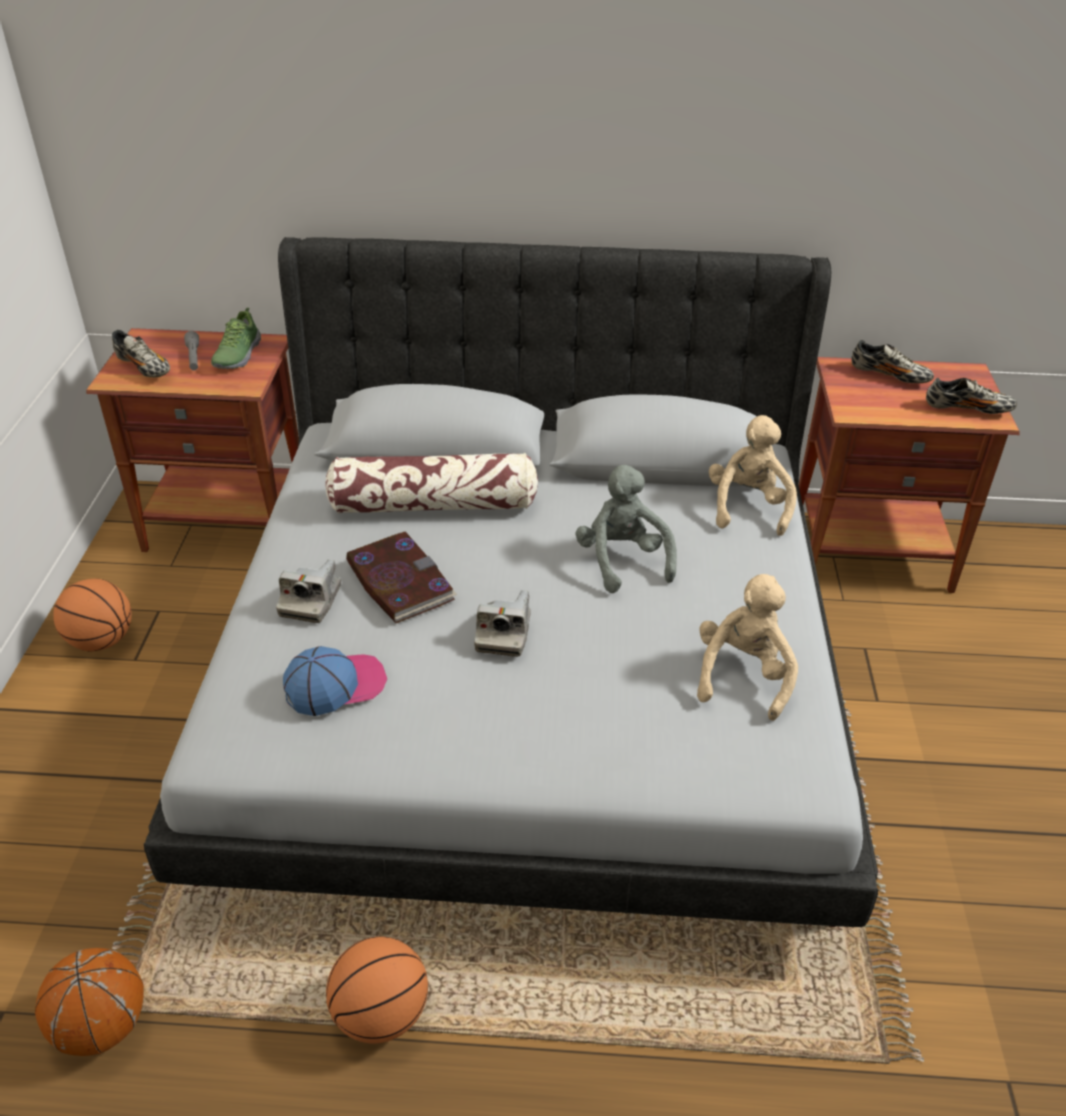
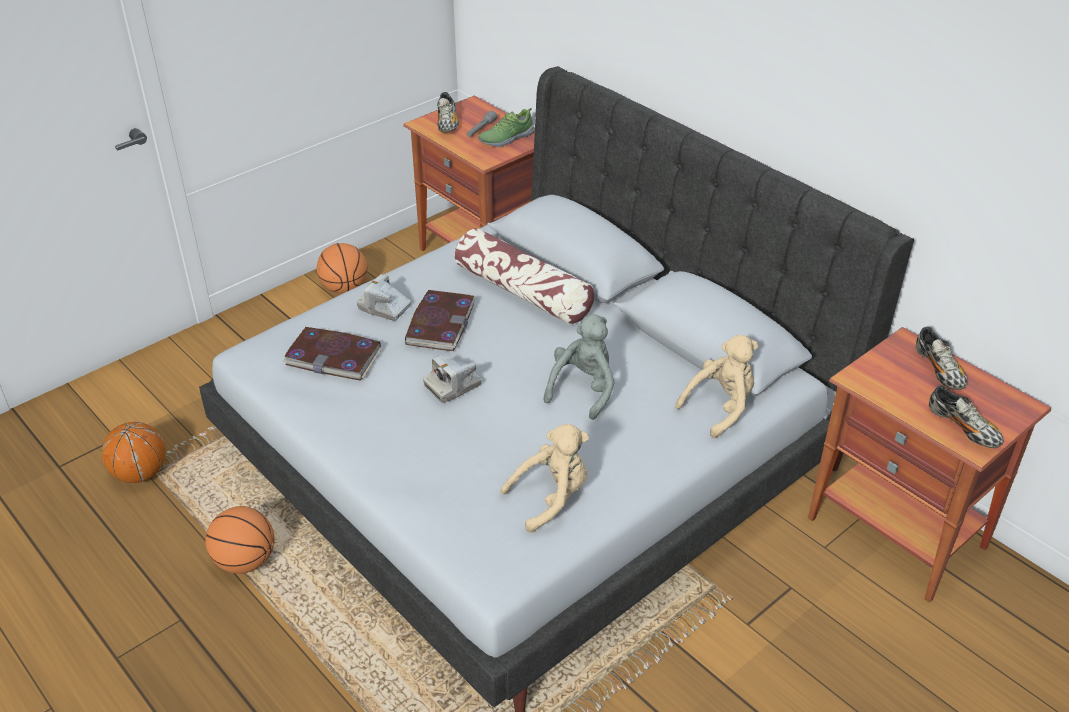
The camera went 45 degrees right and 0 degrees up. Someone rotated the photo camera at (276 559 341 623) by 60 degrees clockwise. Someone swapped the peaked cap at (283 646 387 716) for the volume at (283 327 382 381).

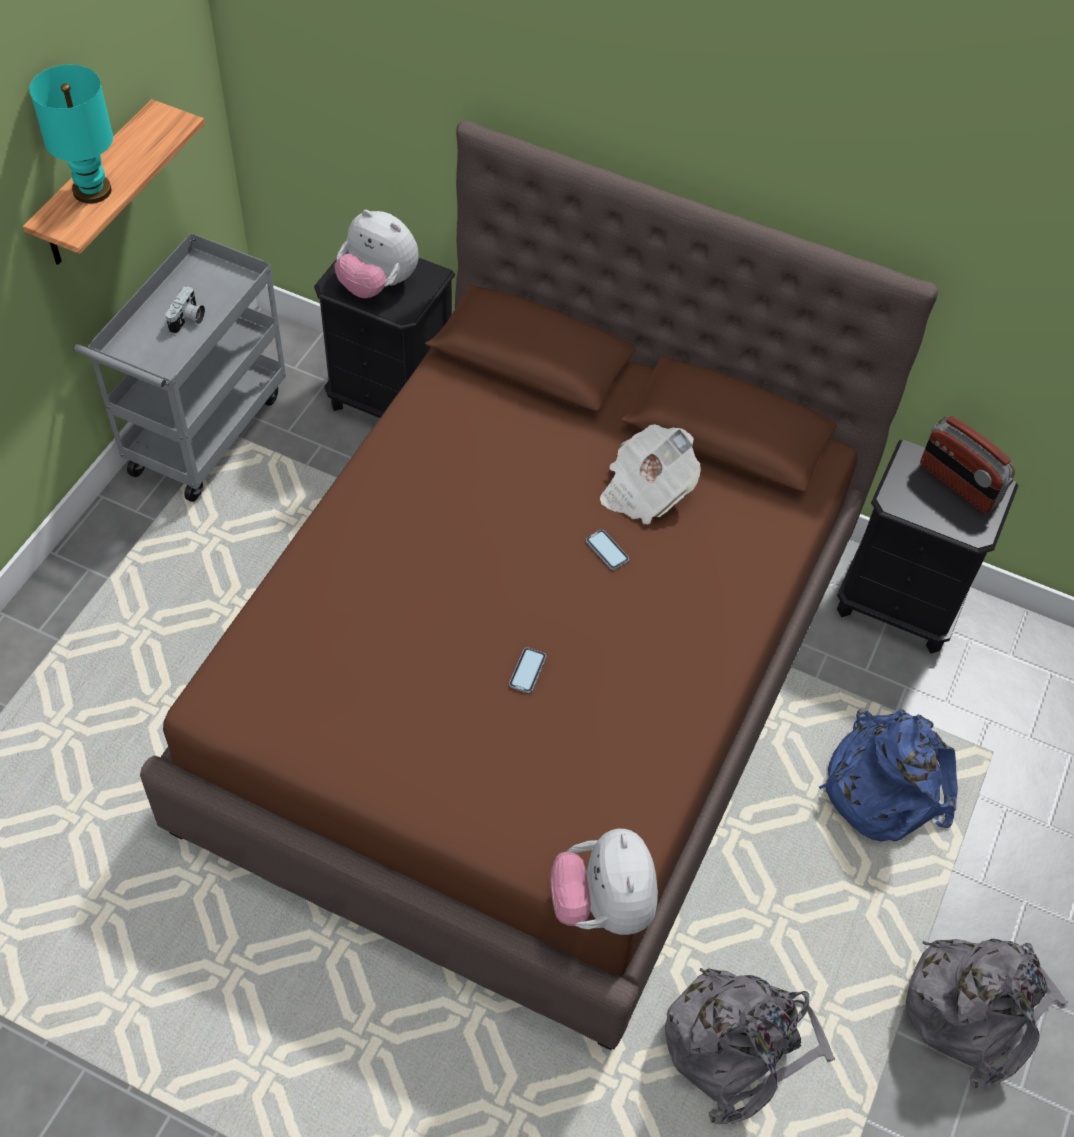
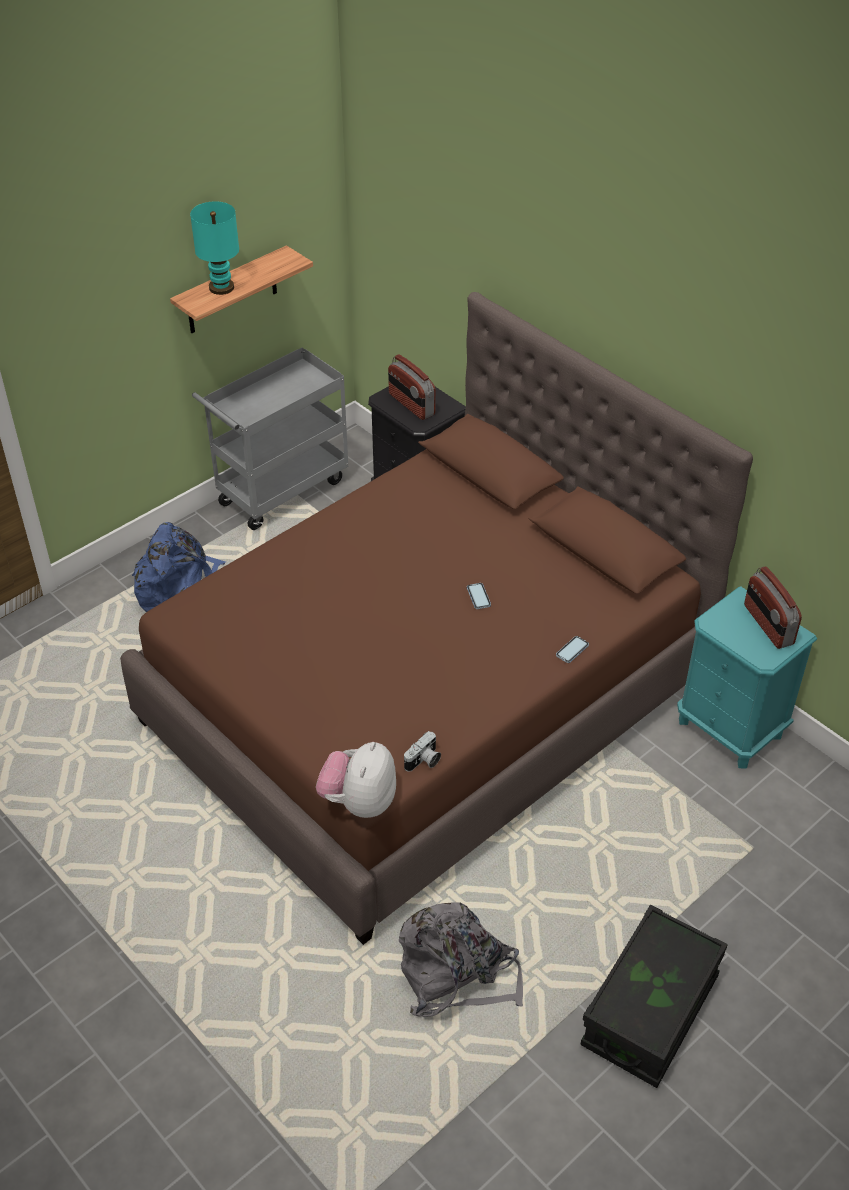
The camera went 25 degrees right and 10 degrees down. Someone carried the photo camera from (166 286 205 334) to (404 731 441 772). Someone swapped the cuddly toy at (335 210 418 298) for the radio receiver at (388 355 436 420). Someone carried the handset from (509 648 546 693) to (556 636 589 663). Someone took away the newspaper at (600 424 701 524). Someone carried the blue knapsack from (819 709 958 841) to (132 522 226 612). Someone repainted the blackish bedside table at (837 440 1018 654), which became the blue-green bedside table at (677 586 817 769). Someone swapped the greyish knapsack at (906 939 1068 1088) for the blackish storage box at (581 905 728 1088).

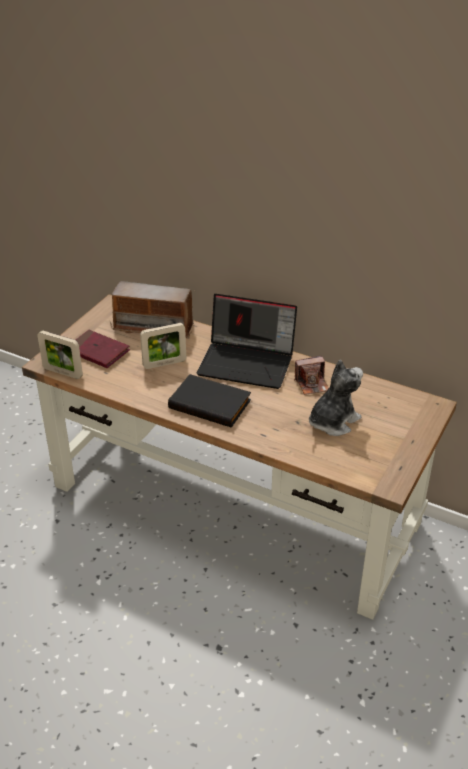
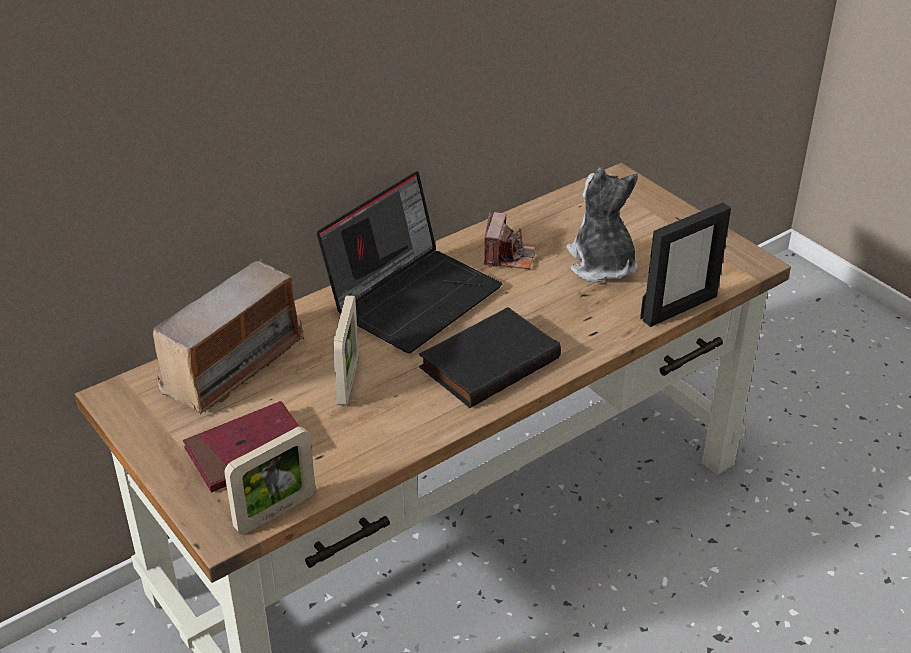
The camera went 65 degrees left and 0 degrees up. Someone put down the photo frame at (640 203 731 327).

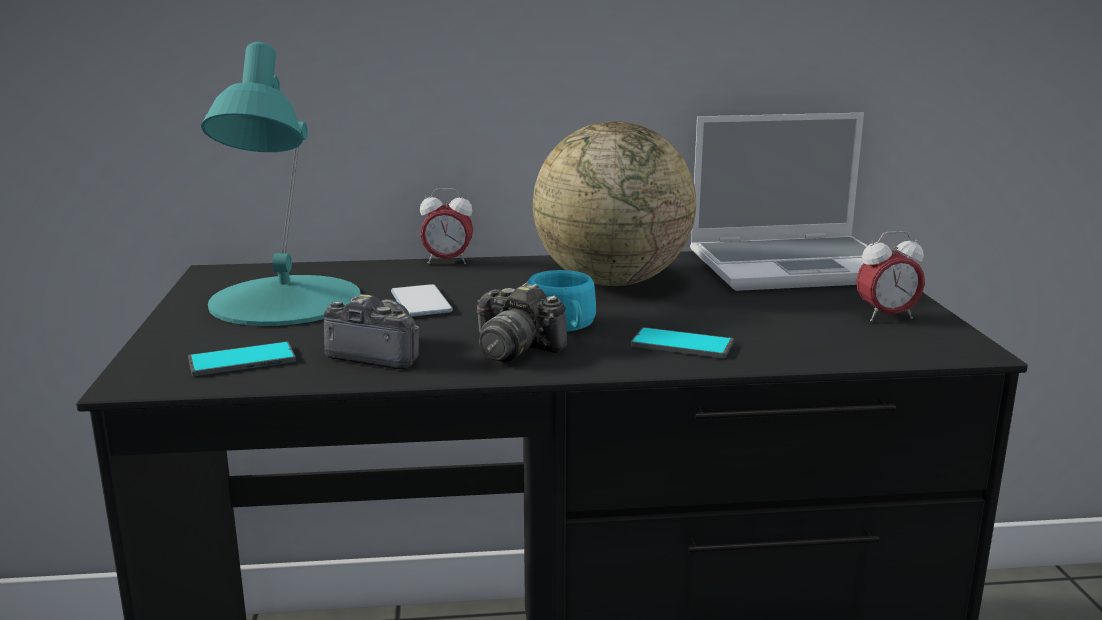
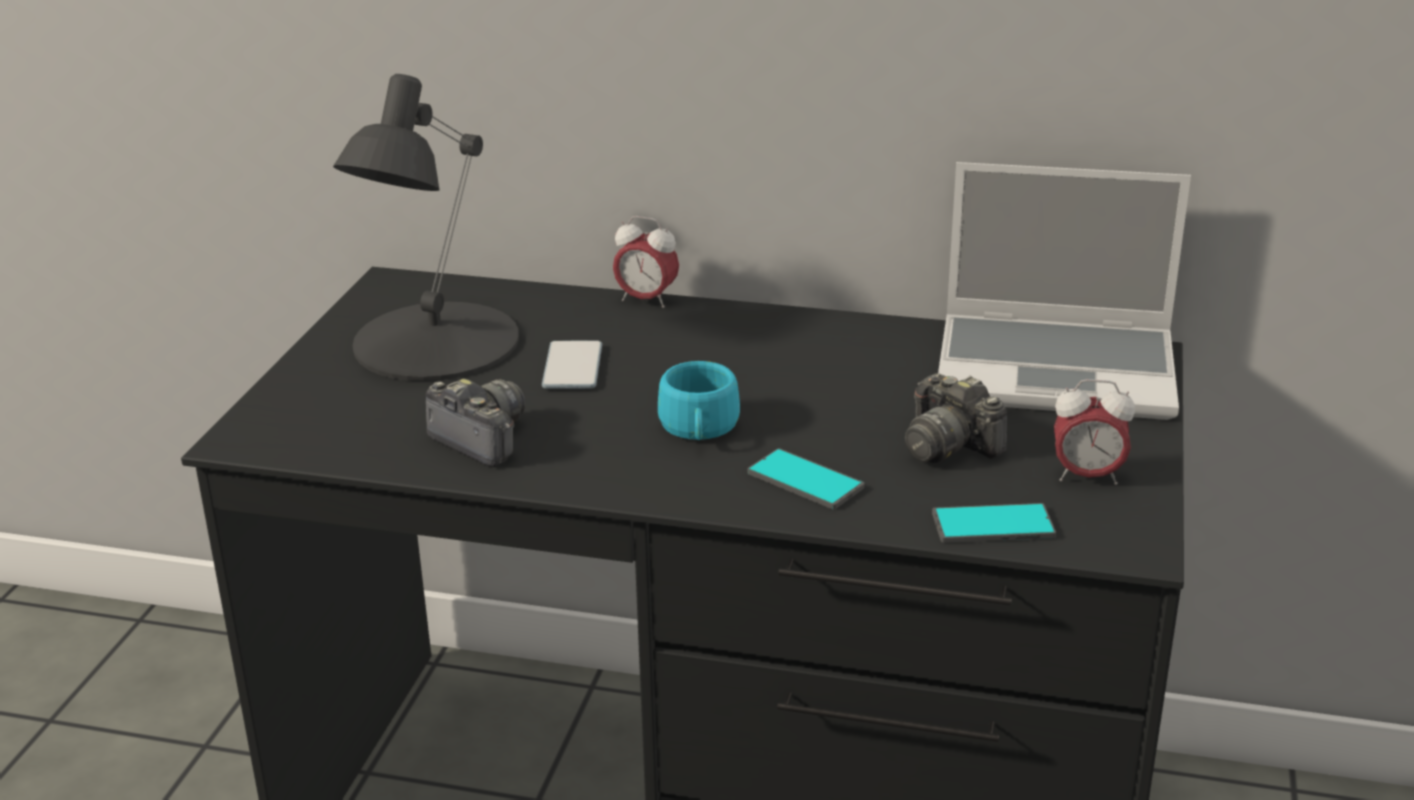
The camera went 20 degrees right and 10 degrees up. Someone carried the handset from (188 341 296 376) to (932 503 1056 543). Someone repainted the blue-green table lamp at (201 42 361 326), which became the blackish table lamp at (333 74 519 381). Someone carried the photo camera from (477 282 567 362) to (905 373 1007 463). Someone took away the world globe at (533 122 696 286).

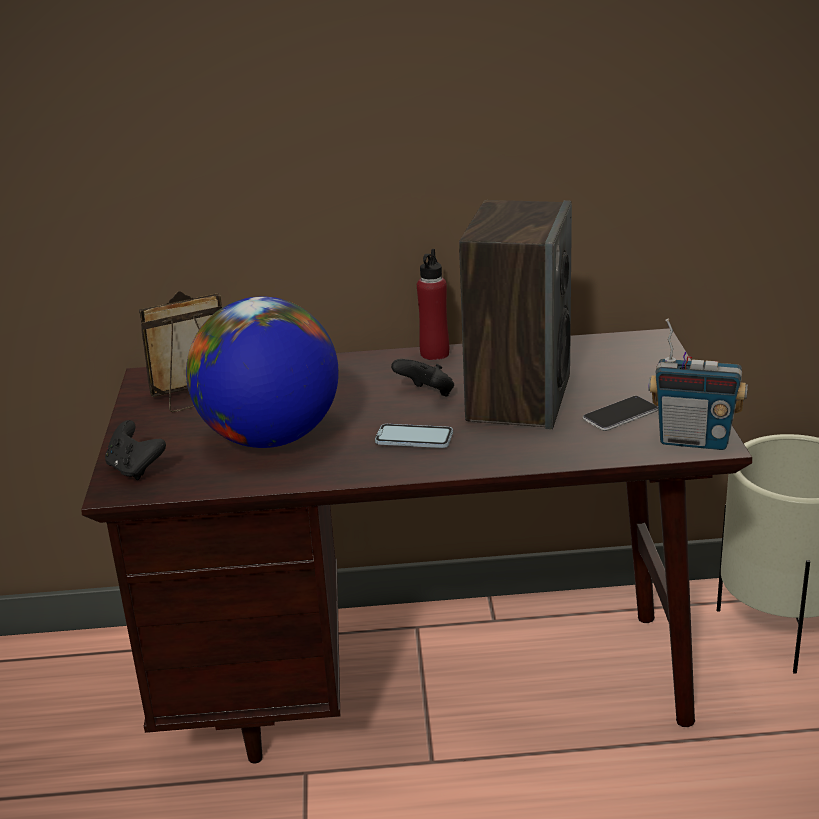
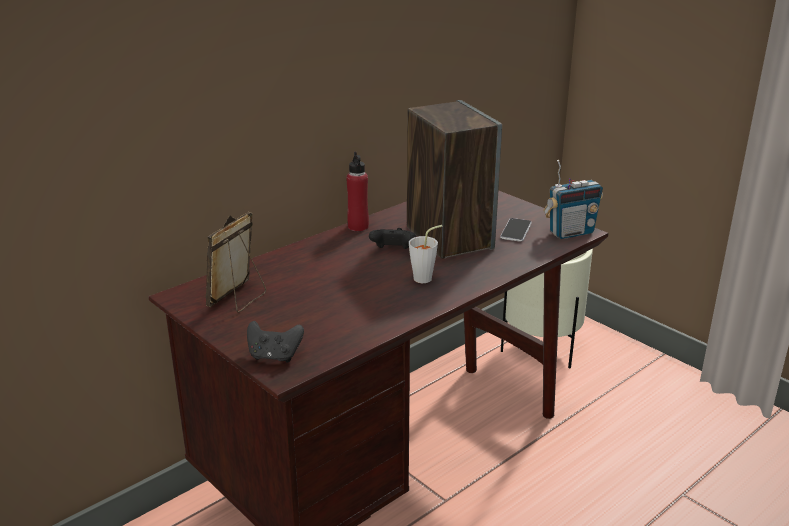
The camera went 40 degrees left and 0 degrees up. Someone took away the world globe at (186 296 339 448). Someone swapped the handset at (375 424 453 448) for the greyish drinking cup at (409 225 442 283).

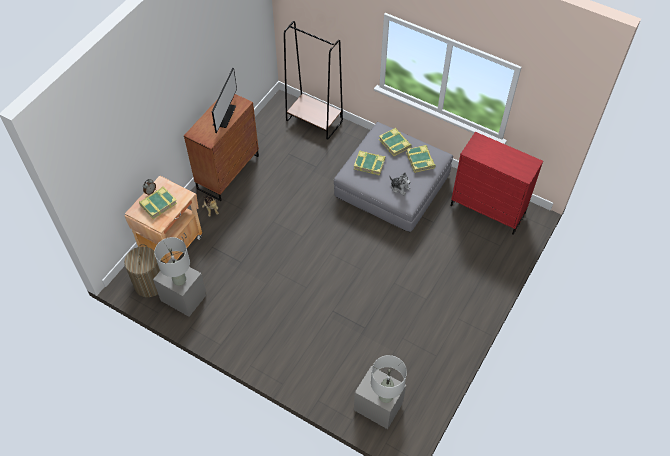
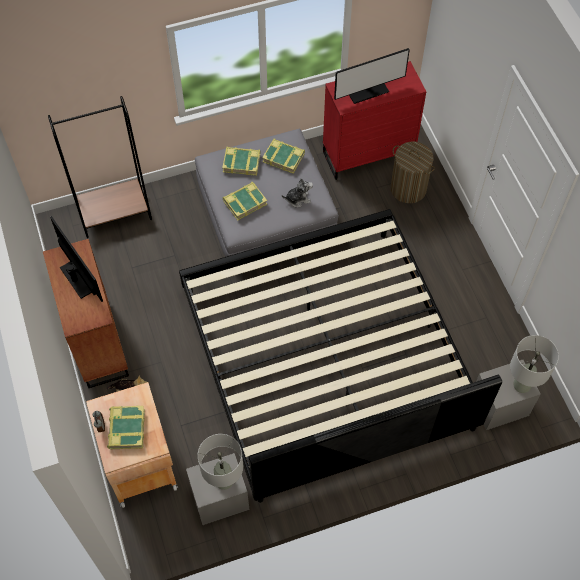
The camera went 50 degrees left and 5 degrees up. Someone carried the washing basket from (124 244 160 297) to (391 142 435 203). Someone put down the sleeping bed at (179 209 502 503). Someone put down the monitor at (334 48 410 104).

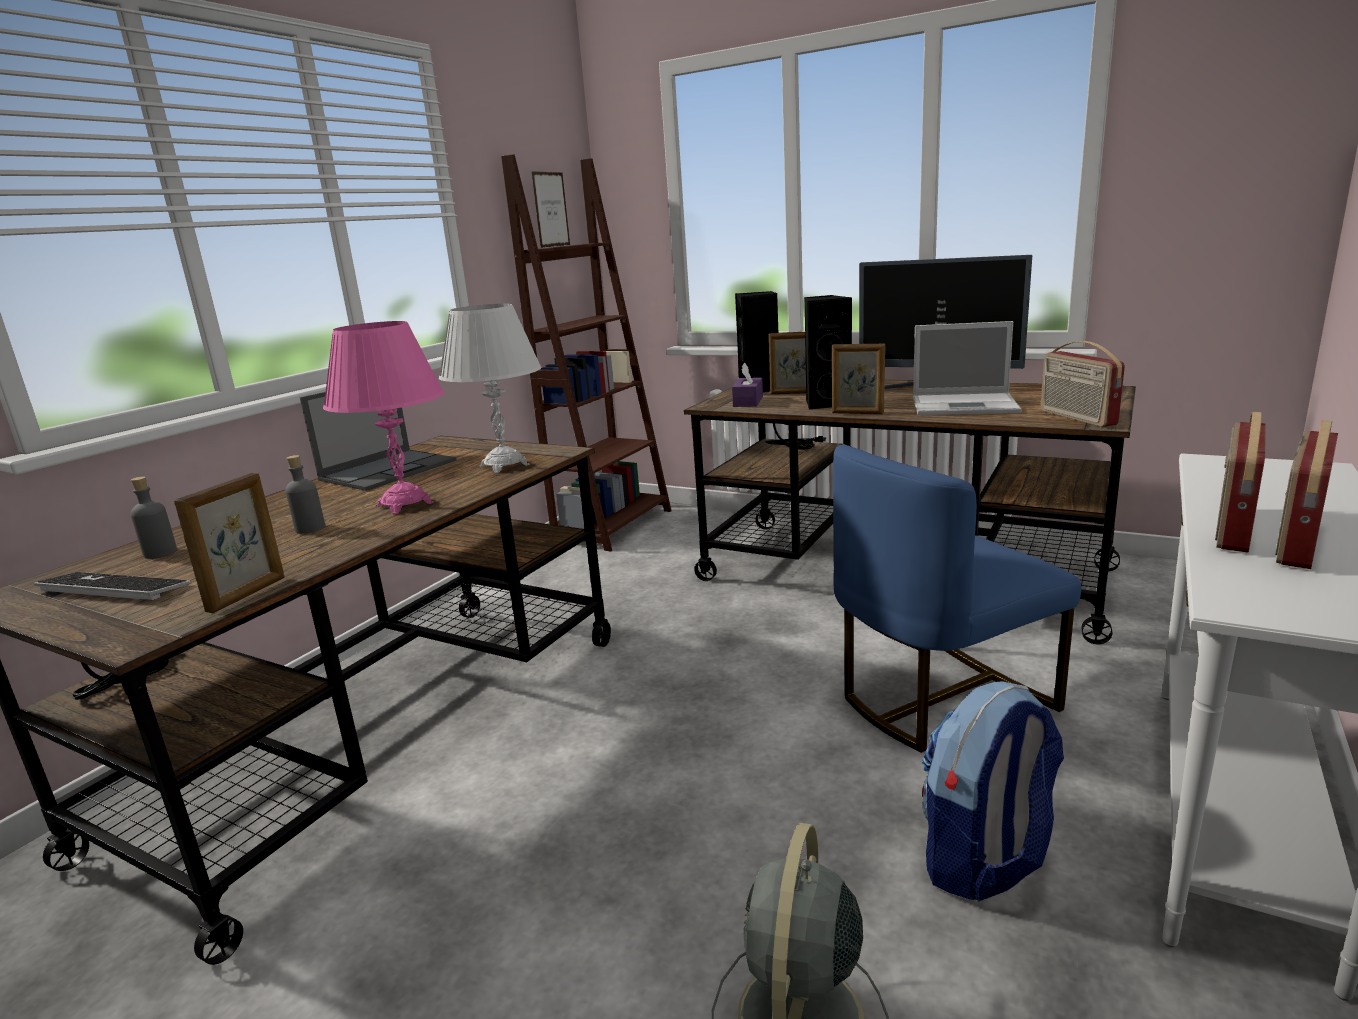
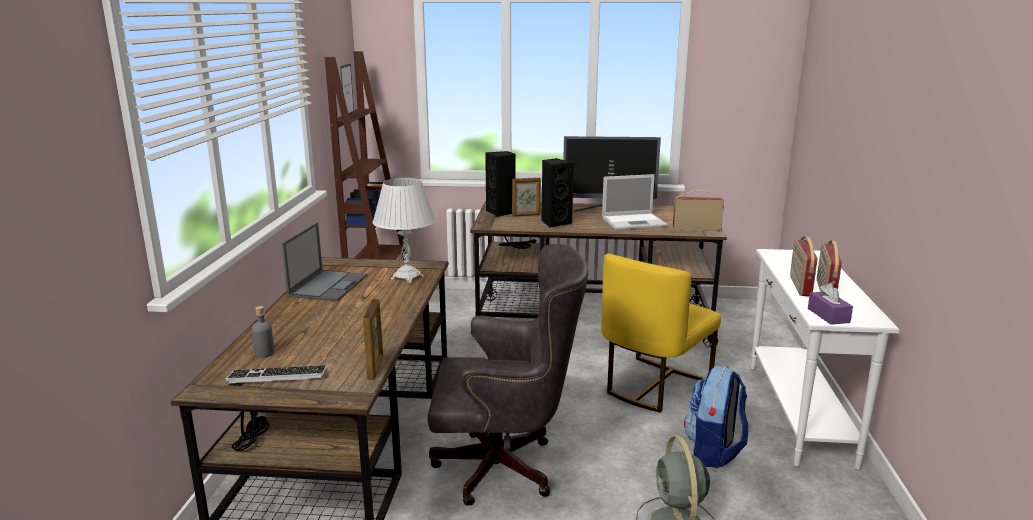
The camera went 25 degrees left and 0 degrees up. Someone took away the greyish beverage bottle at (285 455 325 534). Someone took away the pink-coloured table lamp at (323 321 444 514). Someone carried the purplish tissue holder from (732 363 763 407) to (808 283 853 325). Someone took away the photo frame at (832 343 885 414). Someone repainted the blue upright chair at (833 444 1081 753), which became the yellowish upright chair at (601 253 721 413). Someone rotated the radio receiver at (1040 341 1125 427) by 135 degrees clockwise. Someone put down the greyish computer chair at (428 244 589 506).

